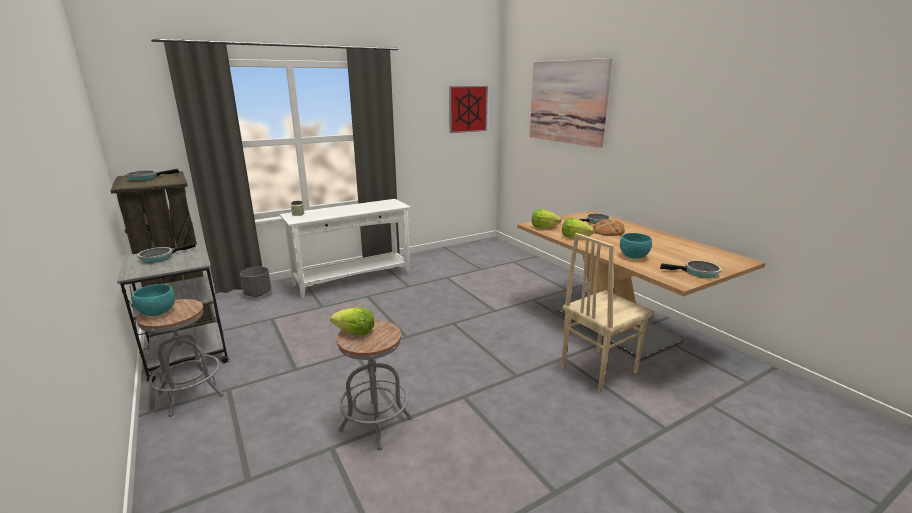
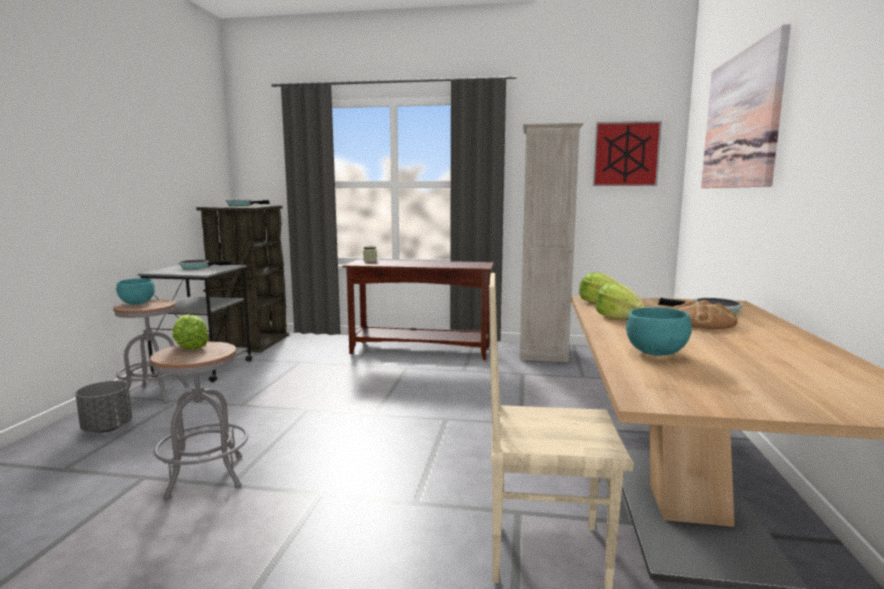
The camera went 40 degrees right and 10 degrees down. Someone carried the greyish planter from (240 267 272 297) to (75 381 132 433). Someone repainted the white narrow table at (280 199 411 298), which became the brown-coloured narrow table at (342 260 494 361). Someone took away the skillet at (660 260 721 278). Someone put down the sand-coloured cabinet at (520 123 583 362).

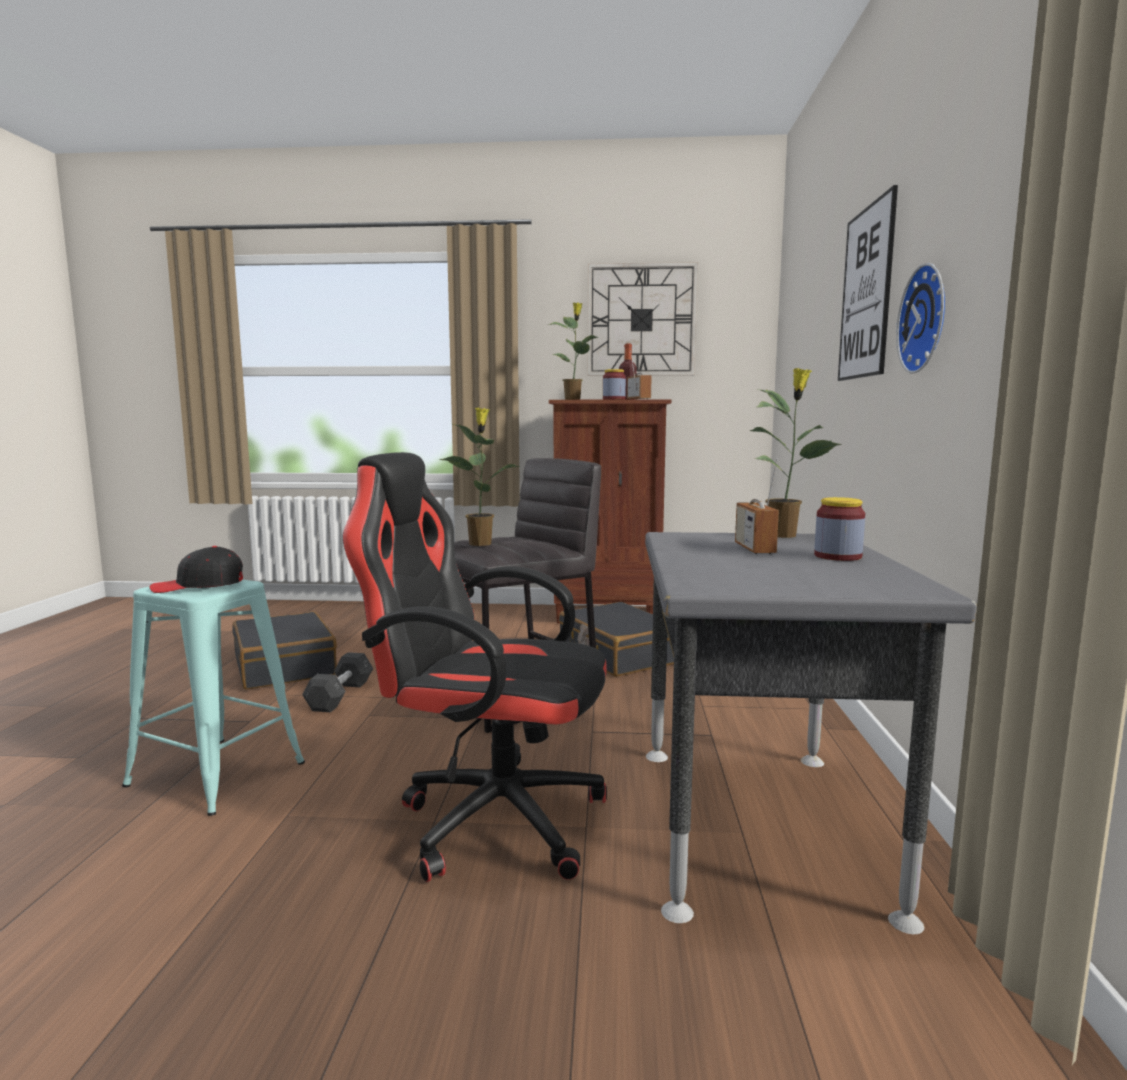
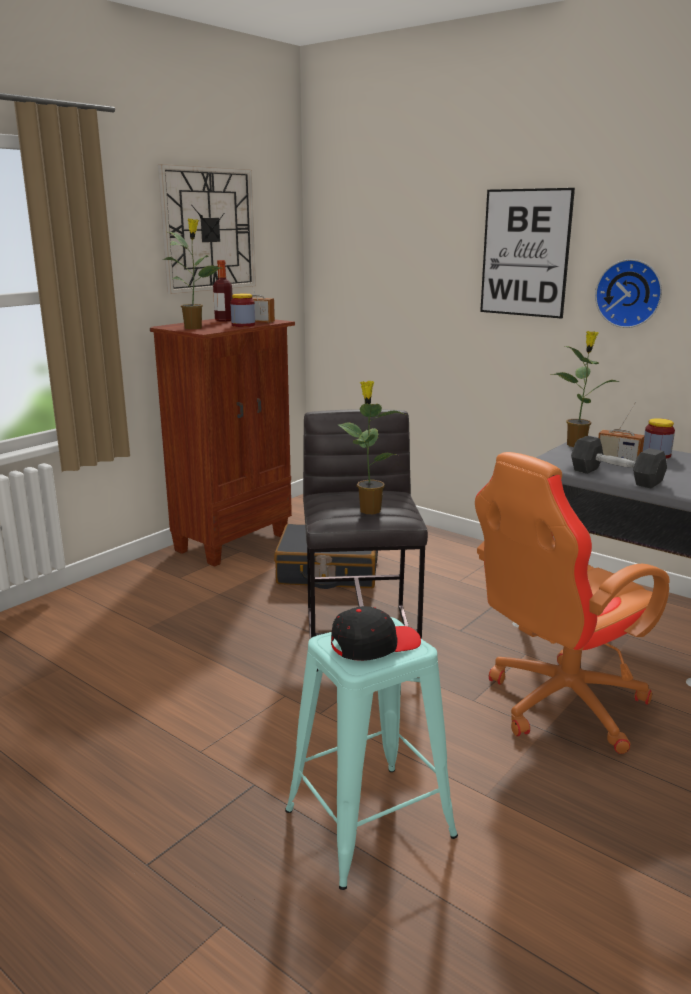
The camera went 55 degrees left and 10 degrees up. Someone rotated the blackish peaked cap at (149 546 243 593) by 135 degrees counterclockwise. Someone took away the blackish piece of luggage at (232 612 337 690). Someone carried the greyish hand weight from (302 652 373 712) to (571 436 667 488). Someone repainted the blackish computer chair at (343 452 607 882), which became the orange-coloured computer chair at (475 452 670 754).

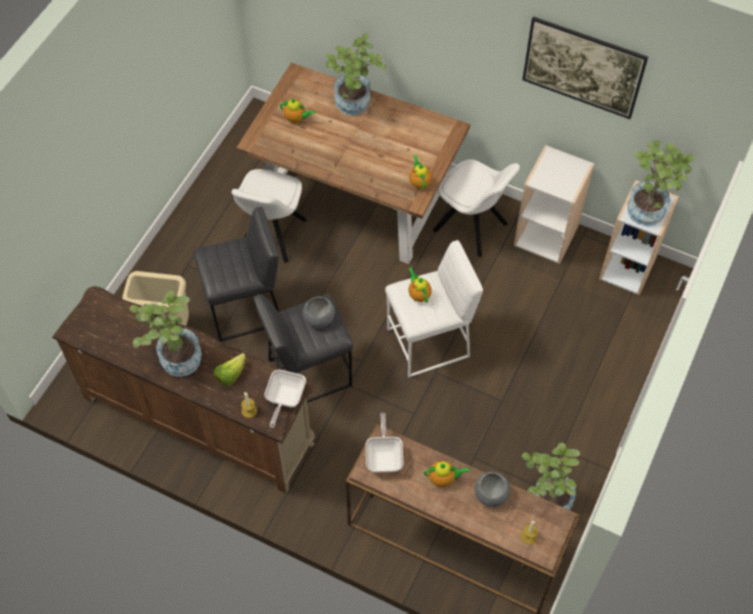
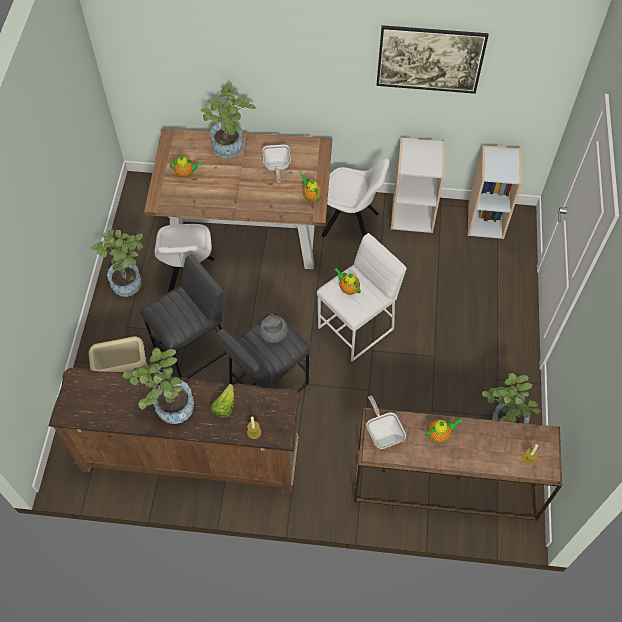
The camera went 20 degrees left and 0 degrees up. Someone carried the skillet from (264 369 306 428) to (262 145 291 183). Someone took away the greyish deep dish at (475 472 510 507). Someone carried the houseplant from (627 140 695 226) to (91 229 144 297).

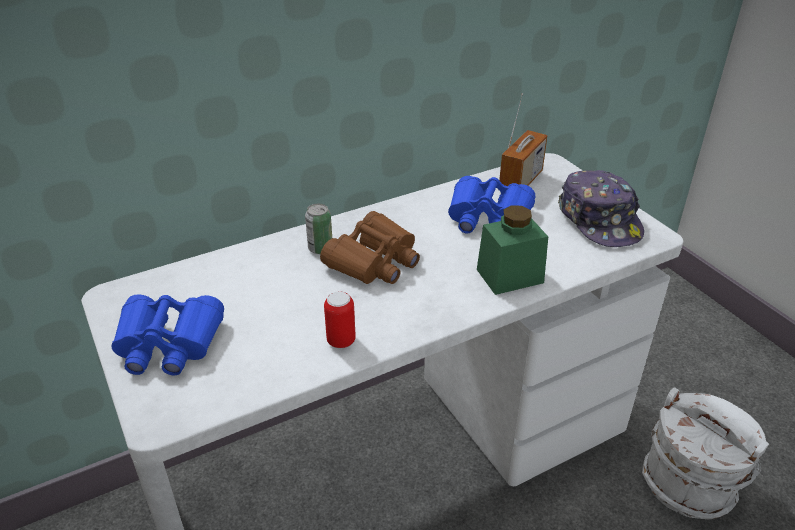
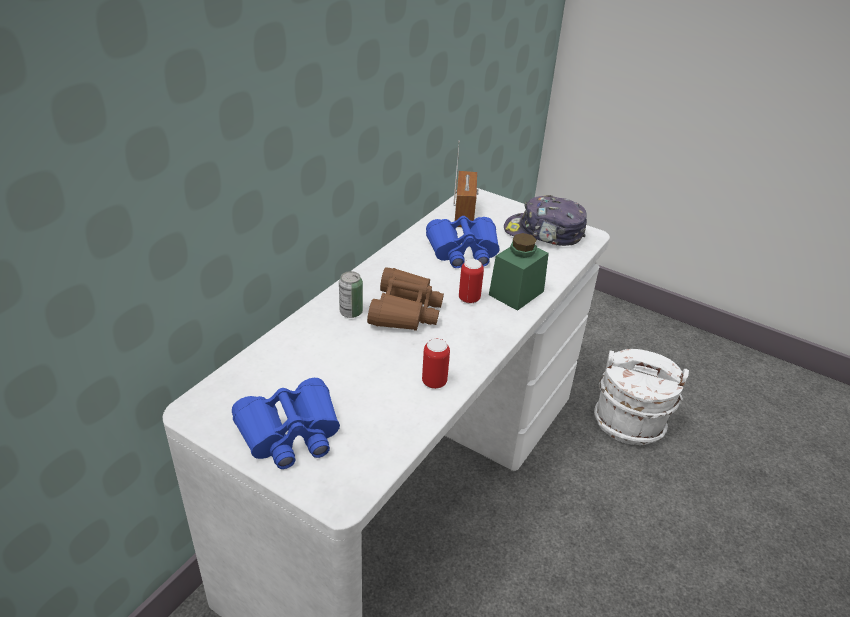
The camera went 30 degrees left and 0 degrees up. Someone rotated the peaked cap at (558 170 644 247) by 150 degrees clockwise. Someone put down the can at (459 259 484 304).

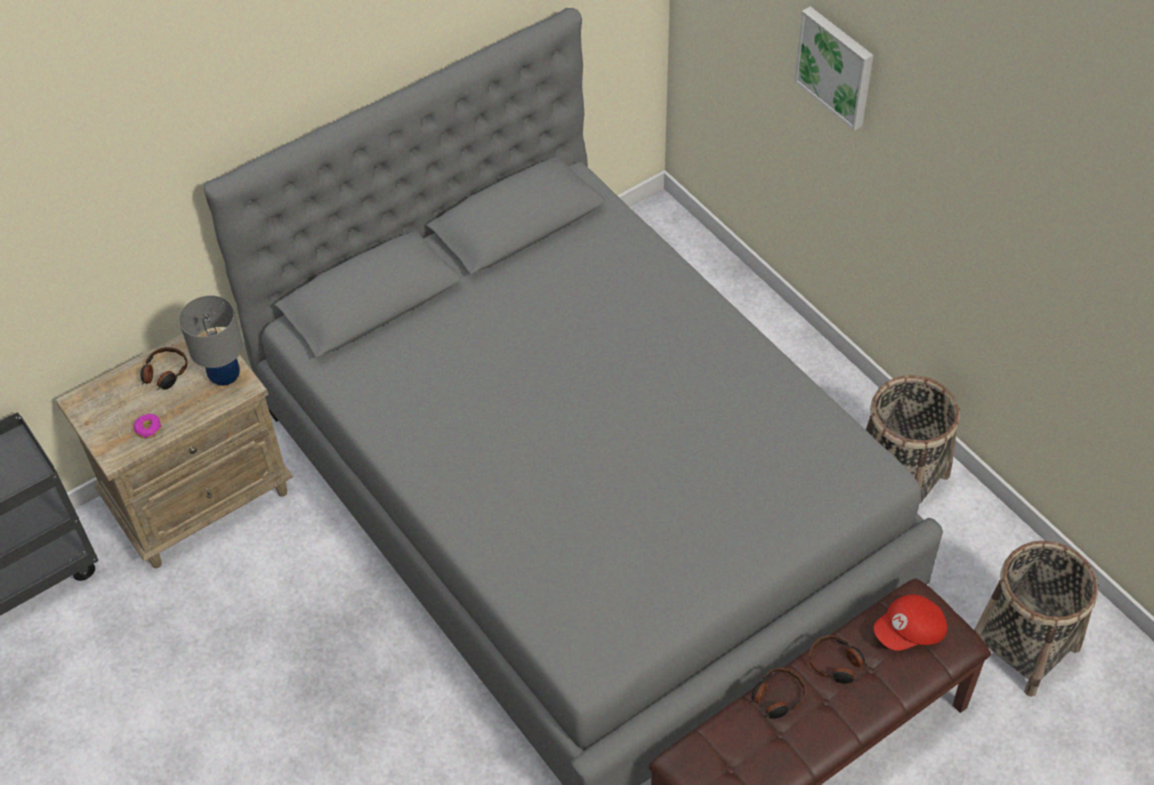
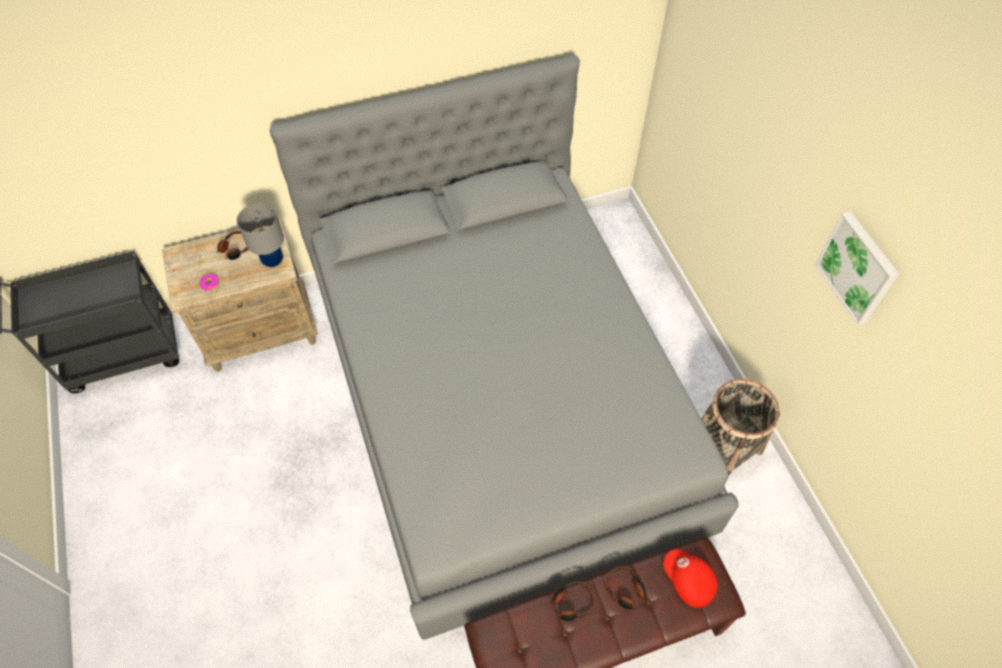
The camera went 15 degrees right and 5 degrees up. Someone carried the picture from (794 6 873 130) to (815 211 899 325). Someone rotated the red-coloured peaked cap at (874 595 947 651) by 60 degrees clockwise. Someone took away the household basket at (974 541 1099 697).

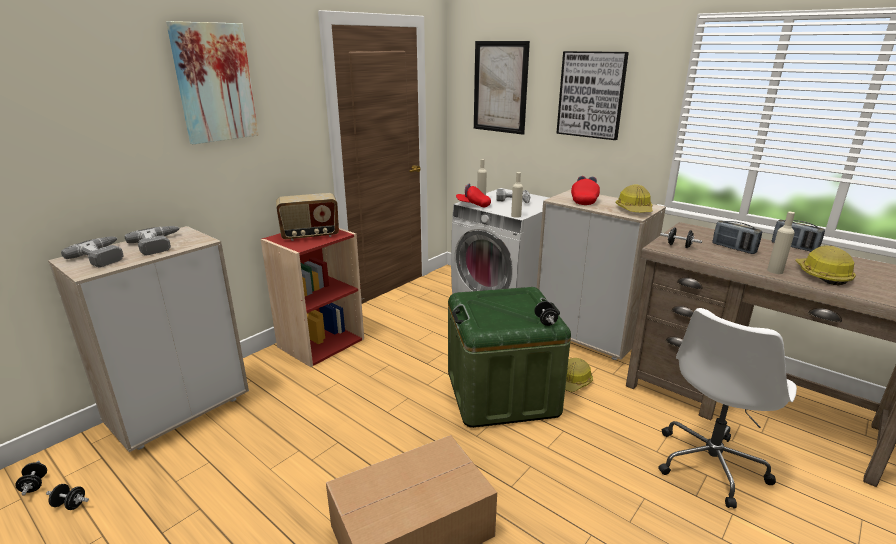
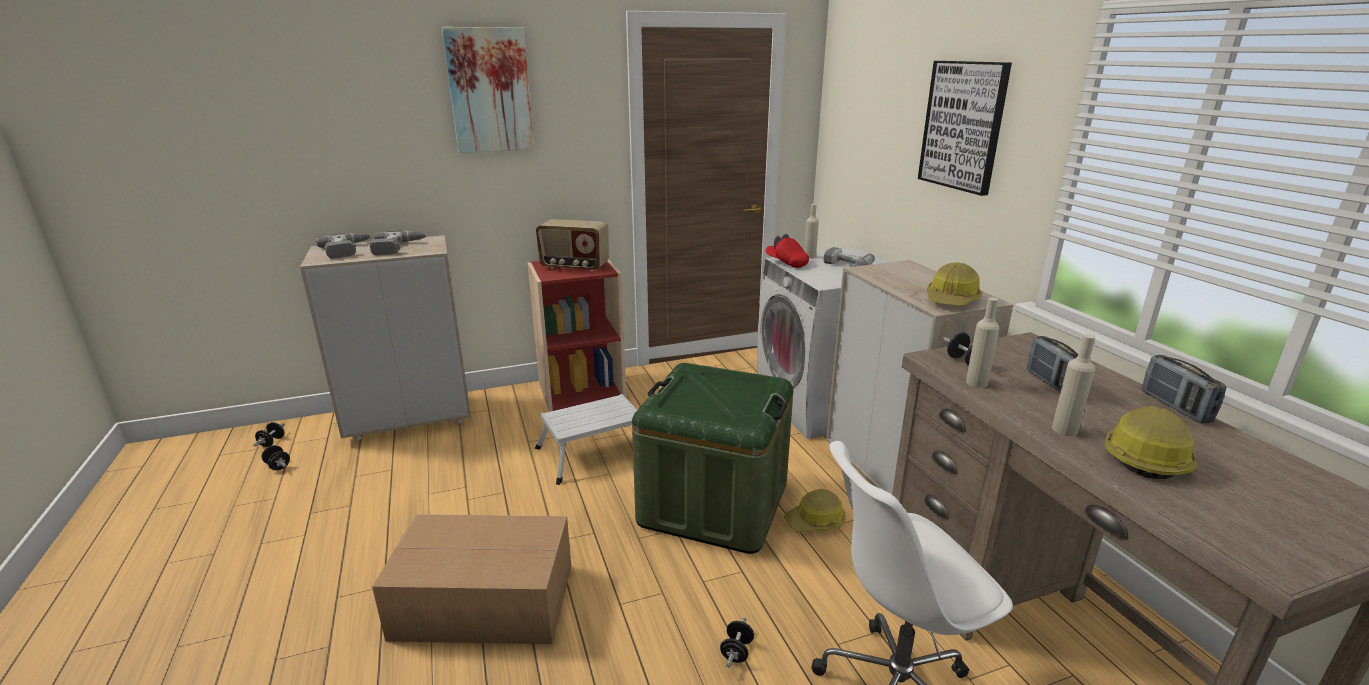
The camera went 30 degrees right and 0 degrees up. Someone took away the picture at (474 41 530 135). Someone carried the sand-coloured beverage bottle from (511 172 523 218) to (966 297 999 388). Someone carried the blackish hand weight from (535 301 558 326) to (720 617 754 667). Someone took away the red-coloured peaked cap at (571 176 600 205). Someone put down the white step ladder at (535 394 637 485).

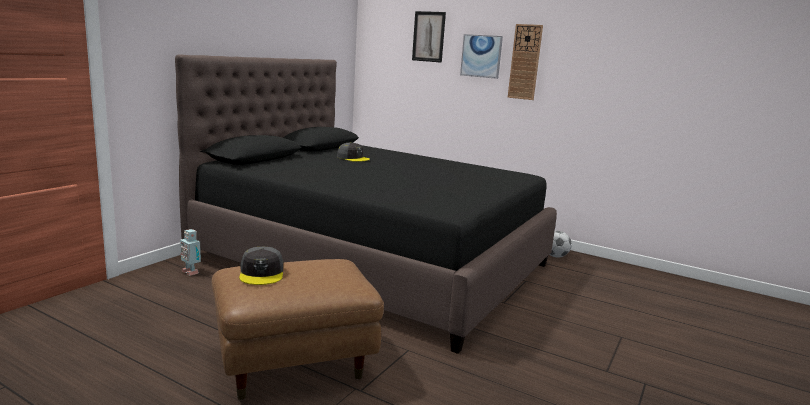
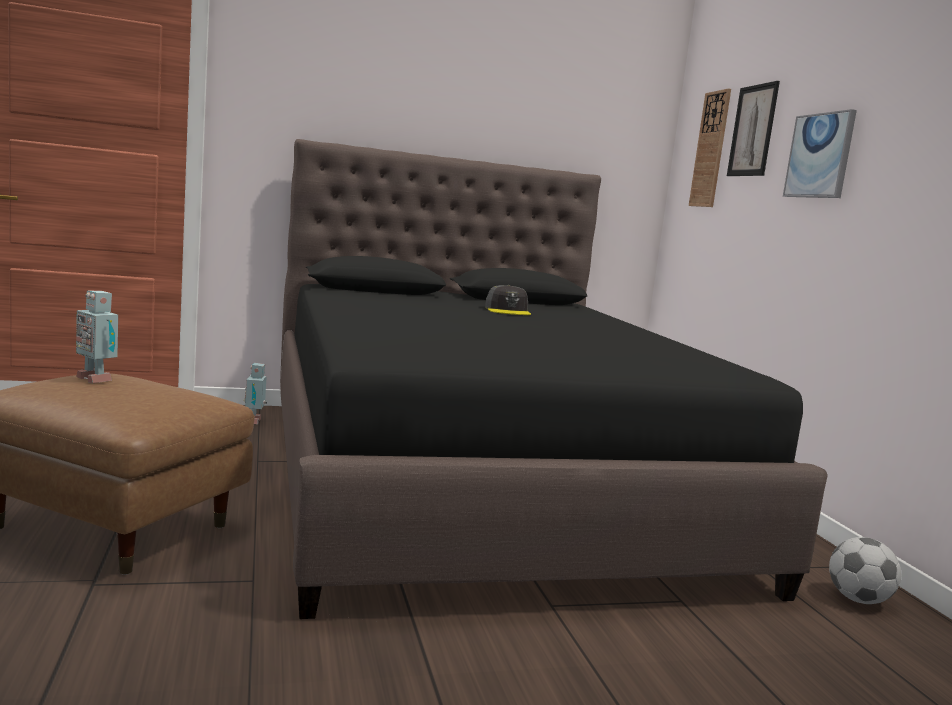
The camera went 45 degrees right and 5 degrees down. Someone swapped the greyish peaked cap at (239 247 283 285) for the robot figure at (76 290 118 383). Someone carried the hanging clock from (508 24 543 100) to (689 89 731 207).

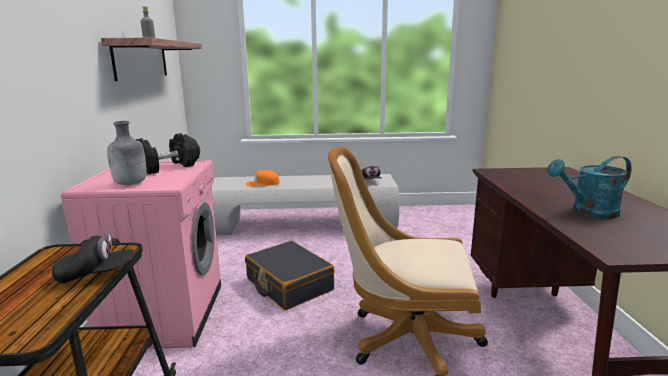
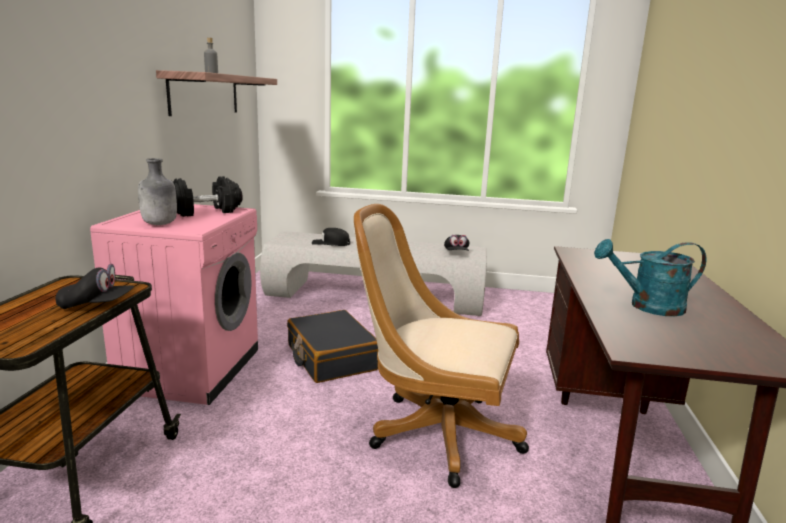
The camera went 10 degrees right and 0 degrees up. Someone repainted the orange-coloured peaked cap at (246 170 280 186), which became the blackish peaked cap at (312 228 350 246).

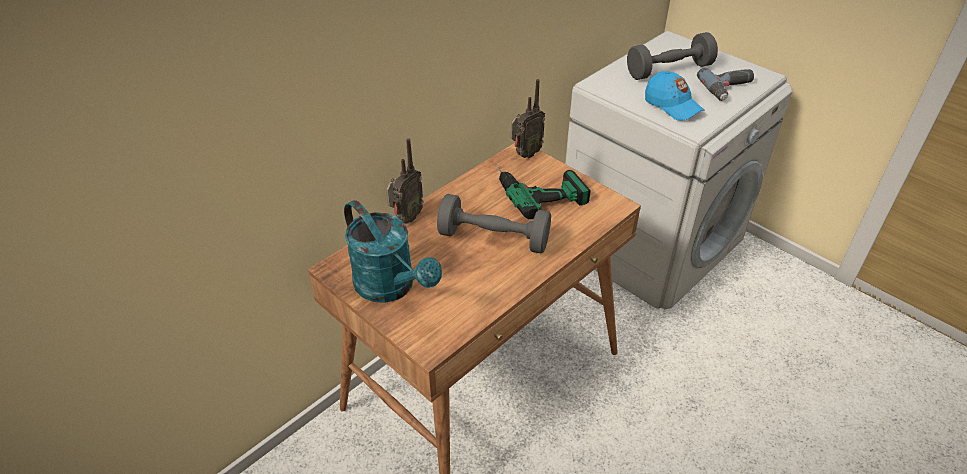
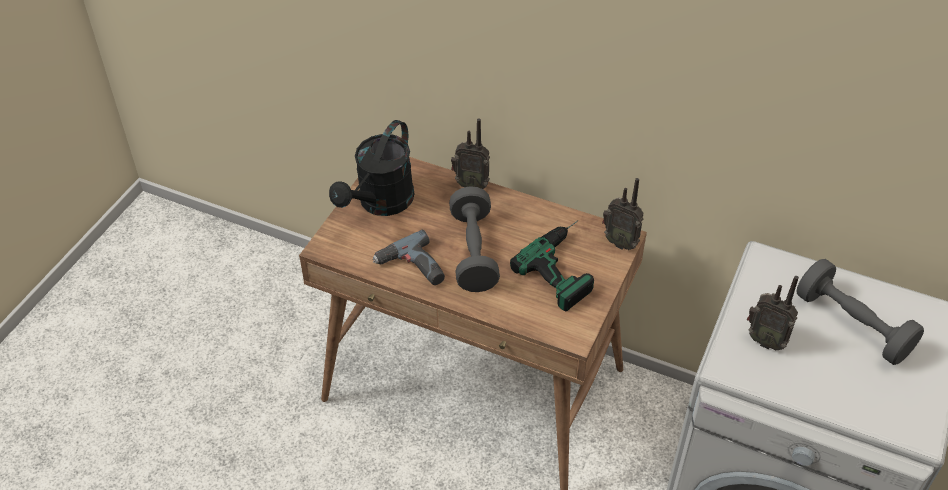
The camera went 70 degrees right and 5 degrees up. Someone repainted the blue-green sprinkling can at (344 200 442 303), which became the blackish sprinkling can at (329 120 414 216). Someone swapped the blue peaked cap at (645 71 705 121) for the radio receiver at (747 276 799 350). Someone carried the power drill from (697 68 754 101) to (372 230 445 285).

